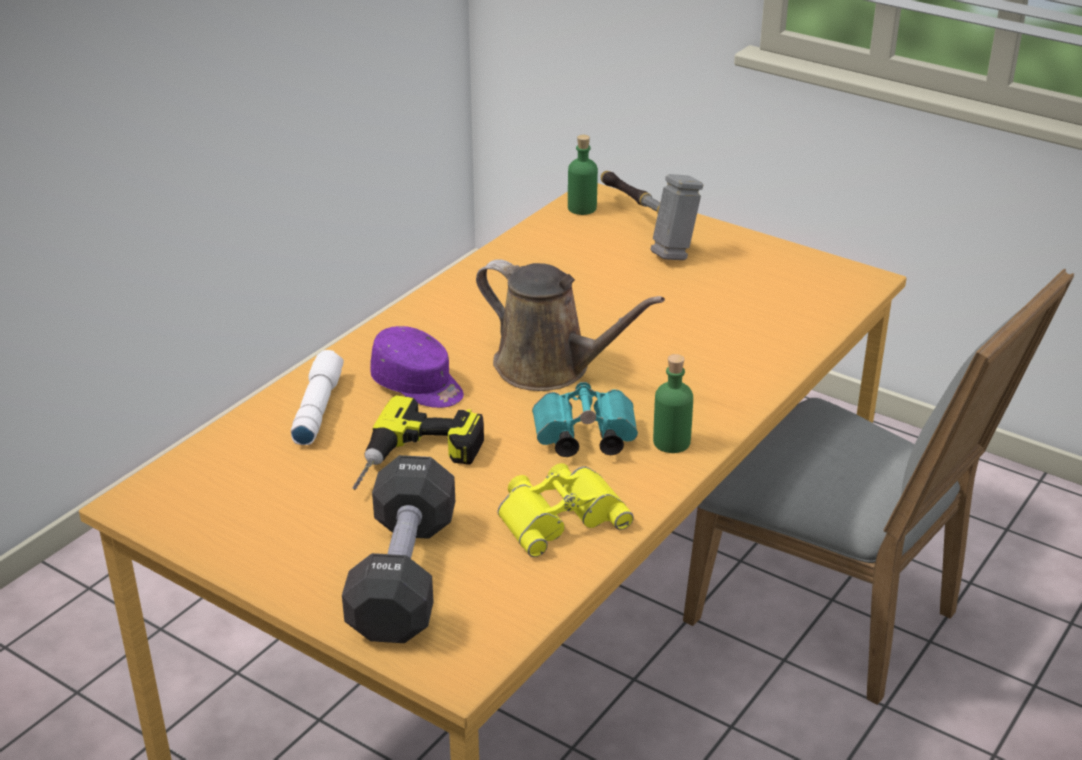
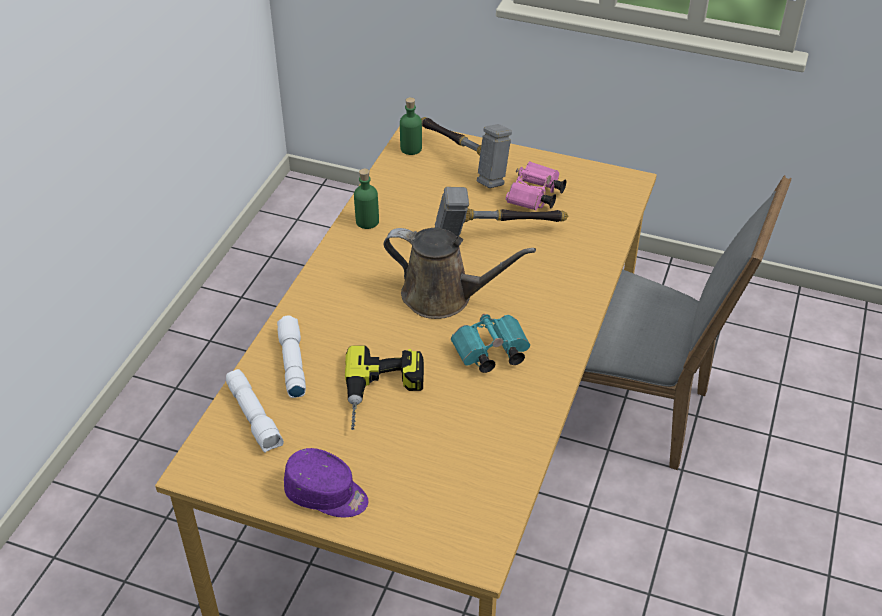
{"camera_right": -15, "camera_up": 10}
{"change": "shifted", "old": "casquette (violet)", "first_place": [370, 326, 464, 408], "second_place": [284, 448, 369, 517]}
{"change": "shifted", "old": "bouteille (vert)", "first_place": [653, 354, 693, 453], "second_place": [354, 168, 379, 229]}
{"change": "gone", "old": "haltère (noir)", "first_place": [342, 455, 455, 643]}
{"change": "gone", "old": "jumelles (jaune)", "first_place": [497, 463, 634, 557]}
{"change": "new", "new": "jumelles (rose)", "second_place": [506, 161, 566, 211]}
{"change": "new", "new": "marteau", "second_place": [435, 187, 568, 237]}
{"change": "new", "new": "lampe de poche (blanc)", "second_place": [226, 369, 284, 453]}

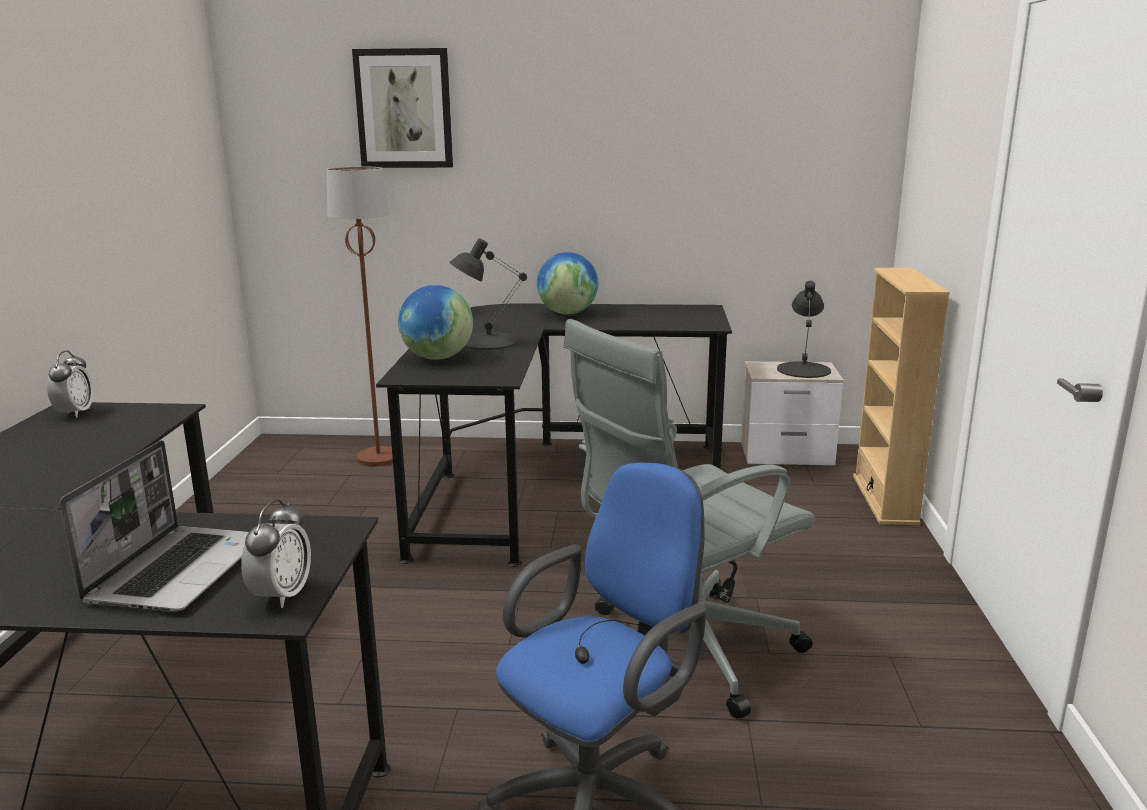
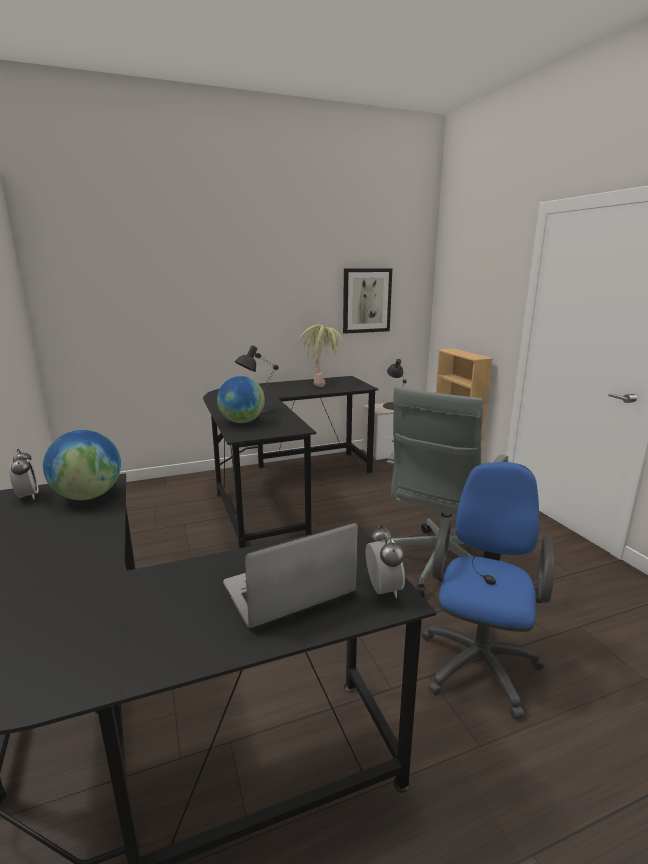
{"camera_right": -25, "camera_up": 0}
{"change": "shifted", "old": "tableau", "first_place": [352, 48, 453, 168], "second_place": [343, 268, 392, 334]}
{"change": "gone", "old": "lampadaire (marron)", "first_place": [327, 167, 393, 466]}
{"change": "shifted", "old": "globe", "first_place": [537, 252, 599, 315], "second_place": [43, 430, 121, 500]}
{"change": "rotated", "old": "ordinateur portable", "first_place": [59, 440, 249, 612], "second_place": [223, 523, 358, 628], "degrees": -105}
{"change": "new", "new": "plante en pot", "second_place": [299, 324, 344, 387]}

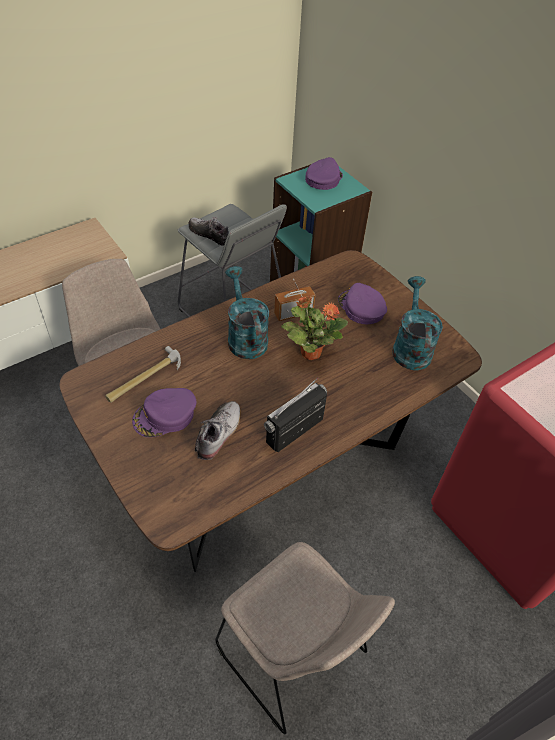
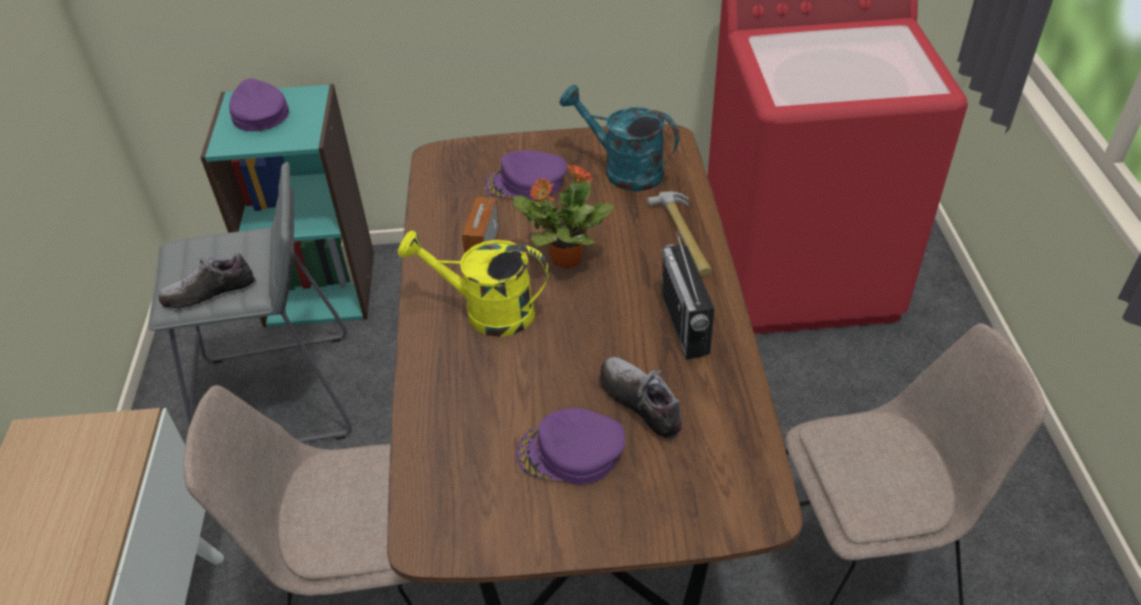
{"camera_right": -55, "camera_up": -5}
{"change": "repainted", "old": "arrosoir (turquoise)", "new": "arrosoir (jaune)", "first_place": [225, 266, 269, 359], "second_place": [398, 230, 549, 337]}
{"change": "shifted", "old": "marteau", "first_place": [105, 346, 181, 402], "second_place": [647, 191, 712, 276]}
{"change": "rotated", "old": "casquette (violet)", "first_place": [132, 388, 196, 437], "second_place": [516, 408, 625, 485], "degrees": 90}

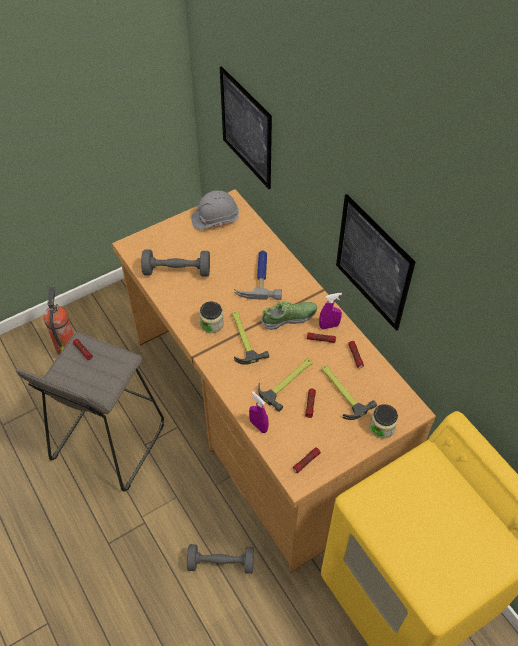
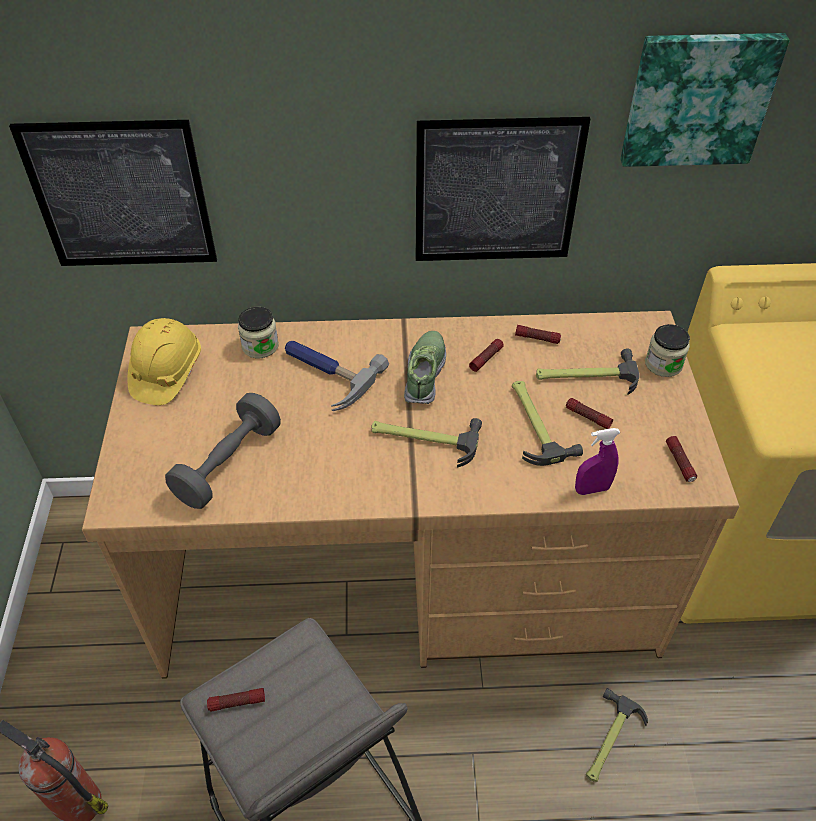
{"camera_right": -60, "camera_up": -5}
{"change": "repainted", "old": "casque de chantier (gris)", "new": "casque de chantier (jaune)", "first_place": [191, 190, 239, 230], "second_place": [128, 318, 201, 405]}
{"change": "gone", "old": "vaporisateur (violet)", "first_place": [319, 293, 342, 329]}
{"change": "shifted", "old": "bocal", "first_place": [199, 301, 224, 333], "second_place": [238, 307, 279, 358]}
{"change": "swapped", "old": "haltère (gris)", "new": "marteau", "first_place": [187, 544, 254, 574], "second_place": [586, 688, 648, 782]}
{"change": "new", "new": "tableau", "second_place": [620, 33, 790, 167]}

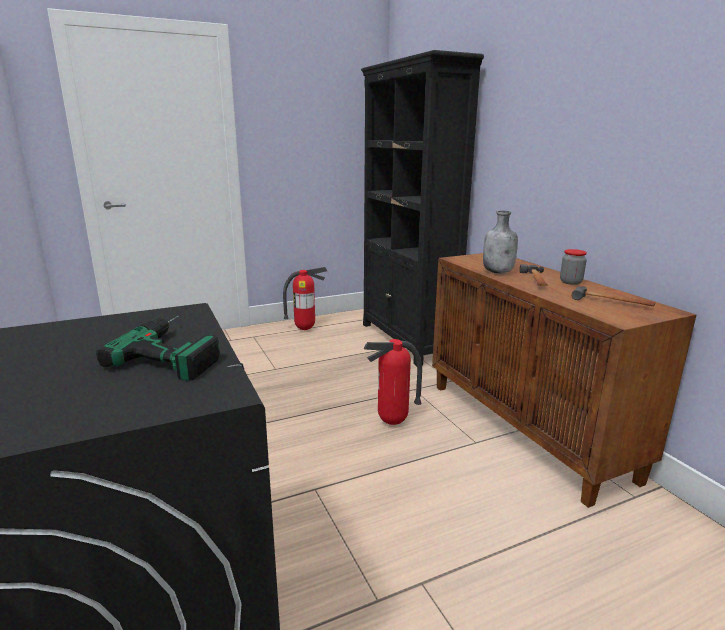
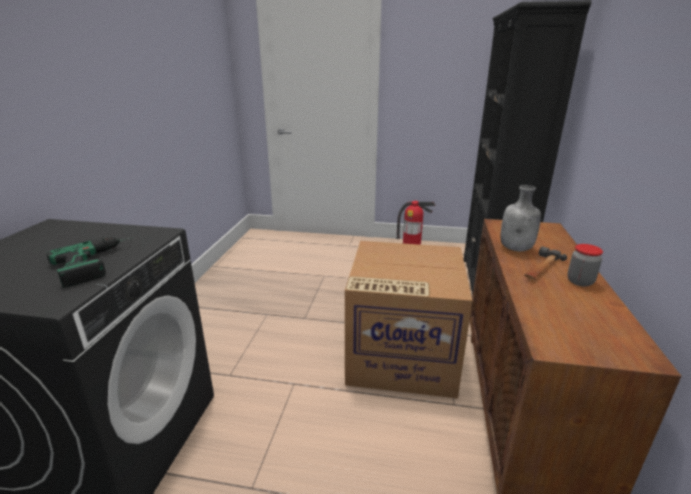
{"camera_right": 35, "camera_up": 5}
{"change": "gone", "old": "marteau", "first_place": [572, 286, 655, 306]}
{"change": "swapped", "old": "extincteur", "new": "carton", "first_place": [364, 339, 422, 425], "second_place": [345, 241, 472, 398]}

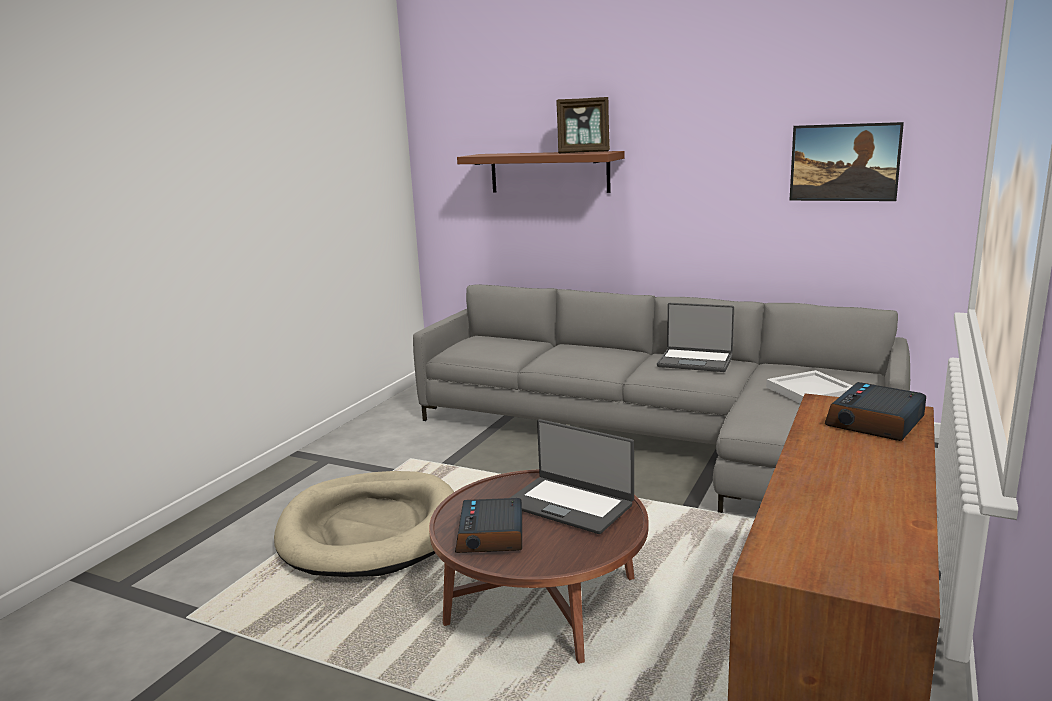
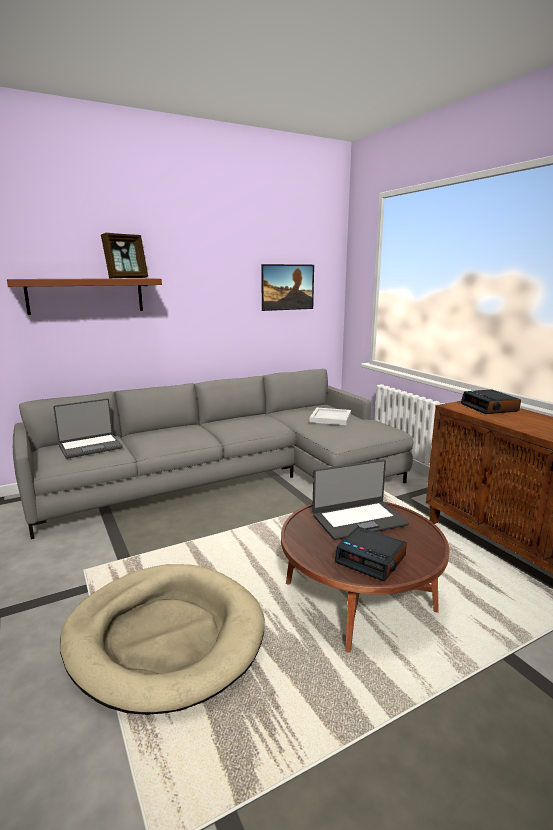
{"camera_right": -55, "camera_up": 0}
{"change": "shifted", "old": "ordinateur portable", "first_place": [657, 303, 734, 372], "second_place": [53, 398, 123, 459]}

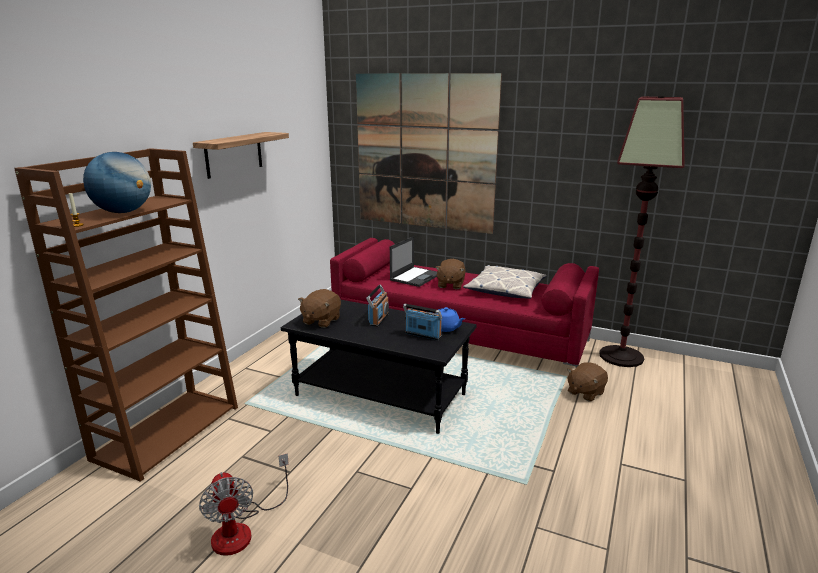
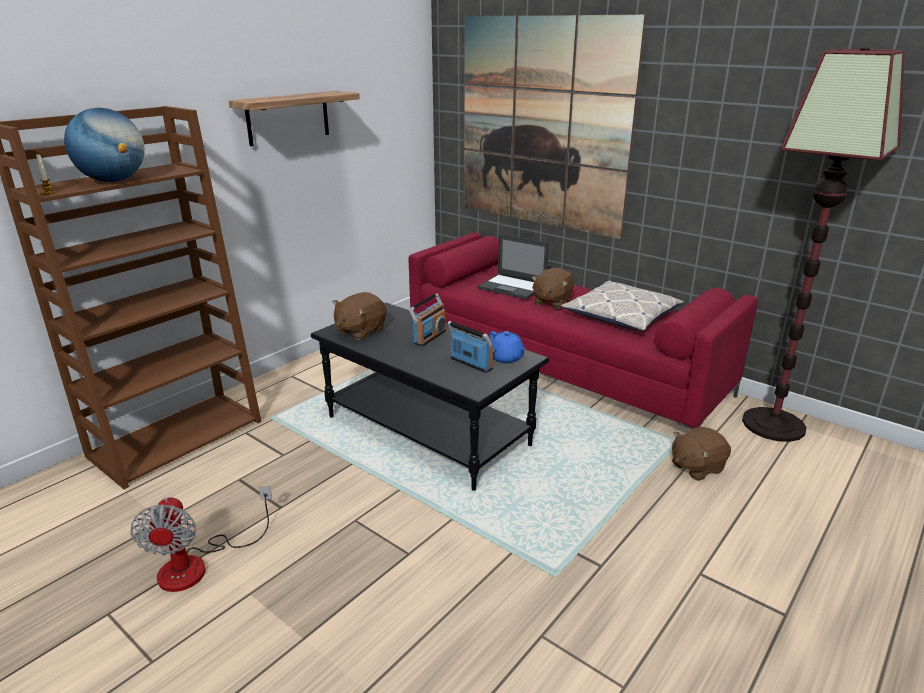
{"camera_right": 15, "camera_up": 5}
{"change": "rotated", "old": "ordinateur portable", "first_place": [390, 236, 437, 287], "second_place": [477, 234, 549, 299], "degrees": 75}

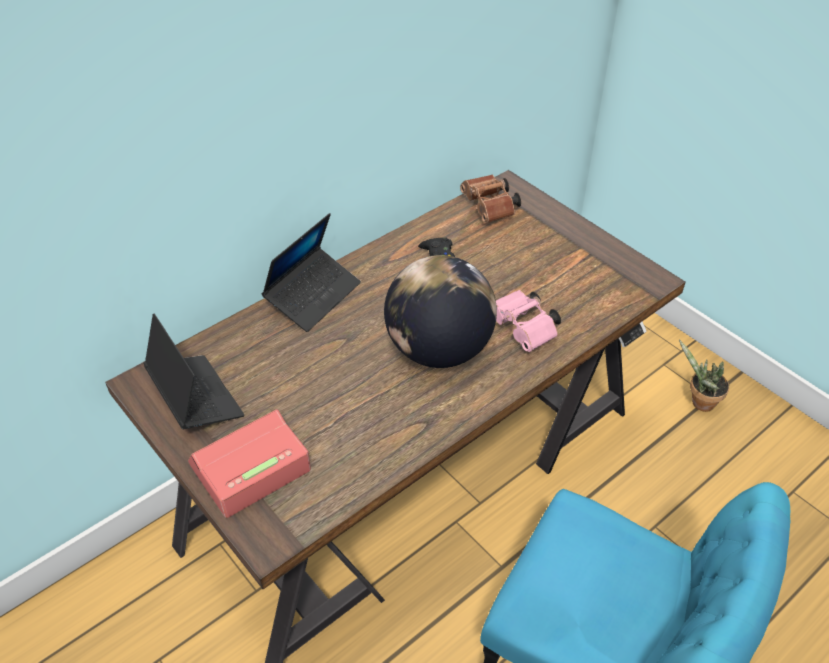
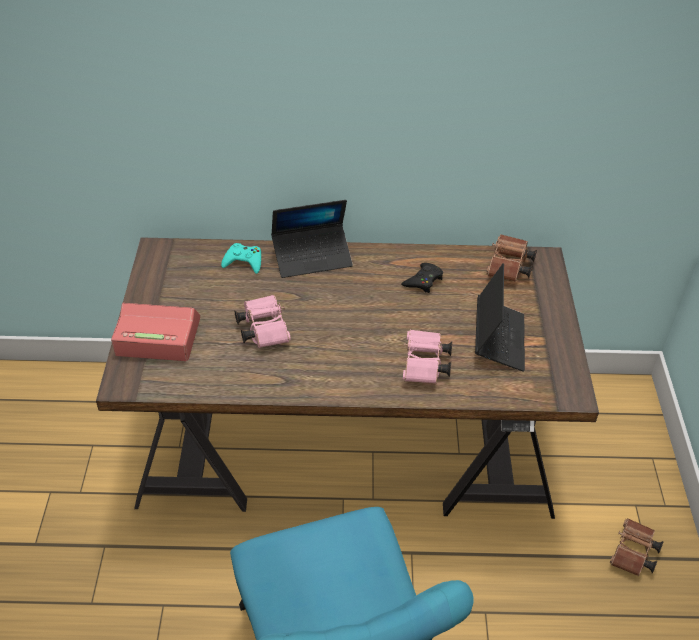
{"camera_right": 40, "camera_up": 0}
{"change": "gone", "old": "globe", "first_place": [384, 255, 497, 368]}
{"change": "shifted", "old": "ordinateur portable", "first_place": [144, 314, 244, 429], "second_place": [475, 263, 525, 372]}
{"change": "swapped", "old": "plante en pot", "new": "jumelles (marron)", "first_place": [679, 339, 729, 412], "second_place": [610, 518, 663, 576]}
{"change": "new", "new": "manette (turquoise)", "second_place": [221, 243, 261, 274]}
{"change": "new", "new": "jumelles (rose)", "second_place": [235, 295, 291, 348]}

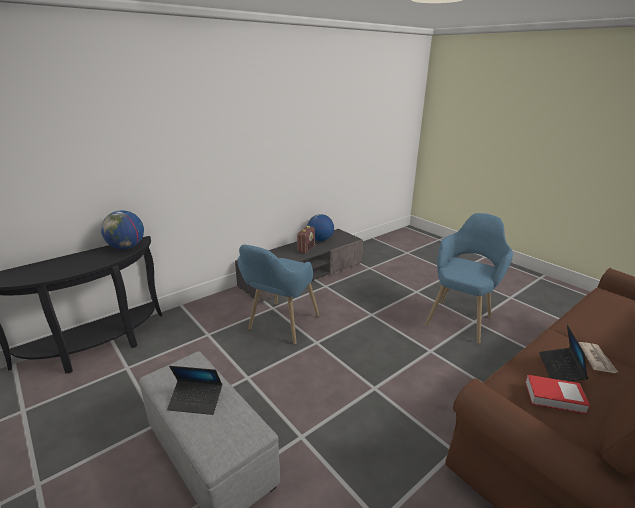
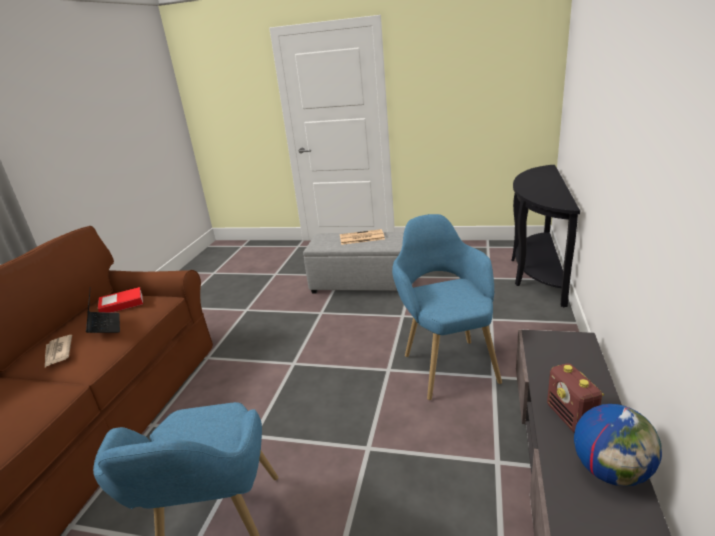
{"camera_right": 145, "camera_up": 0}
{"change": "gone", "old": "globe", "first_place": [101, 210, 144, 249]}
{"change": "swapped", "old": "ordinateur portable", "new": "journal", "first_place": [167, 366, 222, 415], "second_place": [340, 229, 385, 245]}

